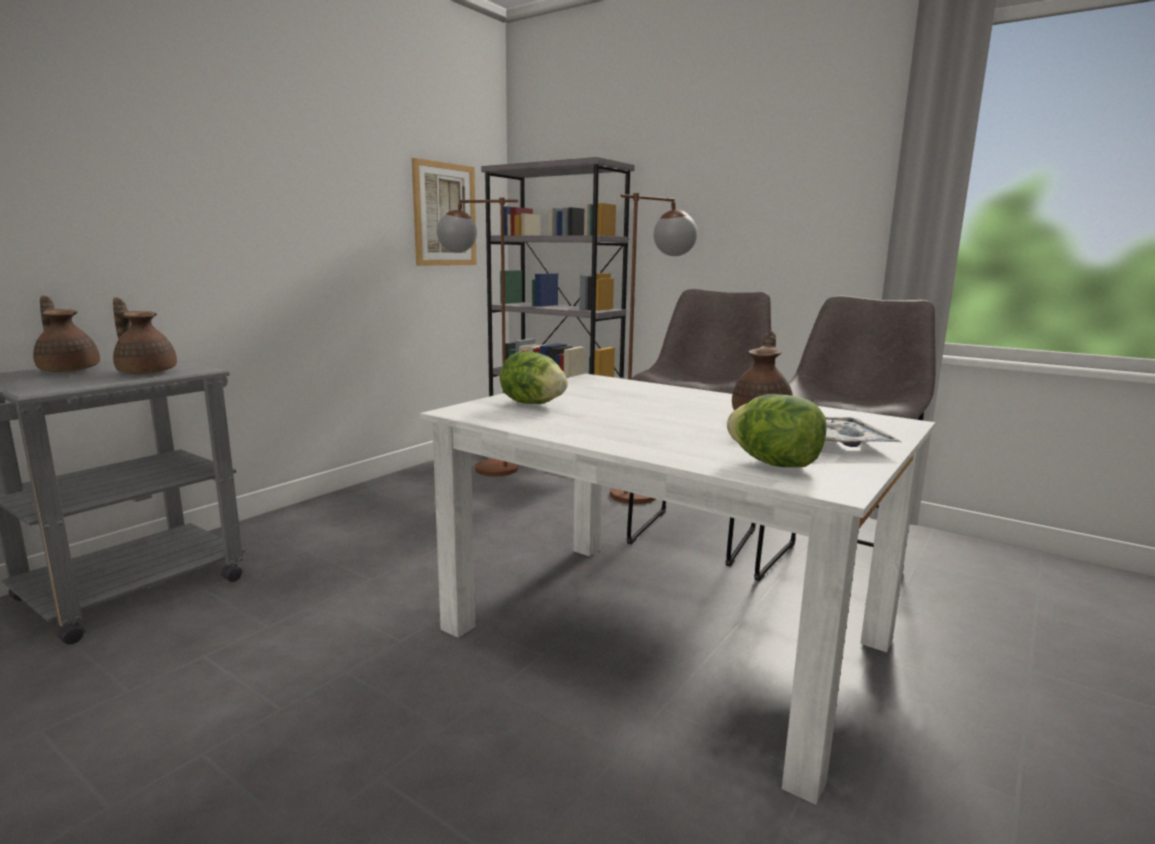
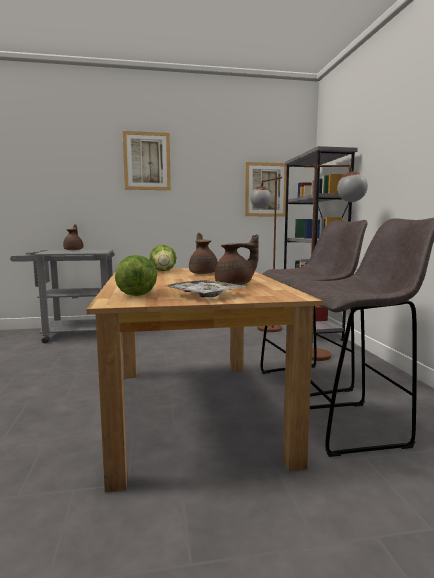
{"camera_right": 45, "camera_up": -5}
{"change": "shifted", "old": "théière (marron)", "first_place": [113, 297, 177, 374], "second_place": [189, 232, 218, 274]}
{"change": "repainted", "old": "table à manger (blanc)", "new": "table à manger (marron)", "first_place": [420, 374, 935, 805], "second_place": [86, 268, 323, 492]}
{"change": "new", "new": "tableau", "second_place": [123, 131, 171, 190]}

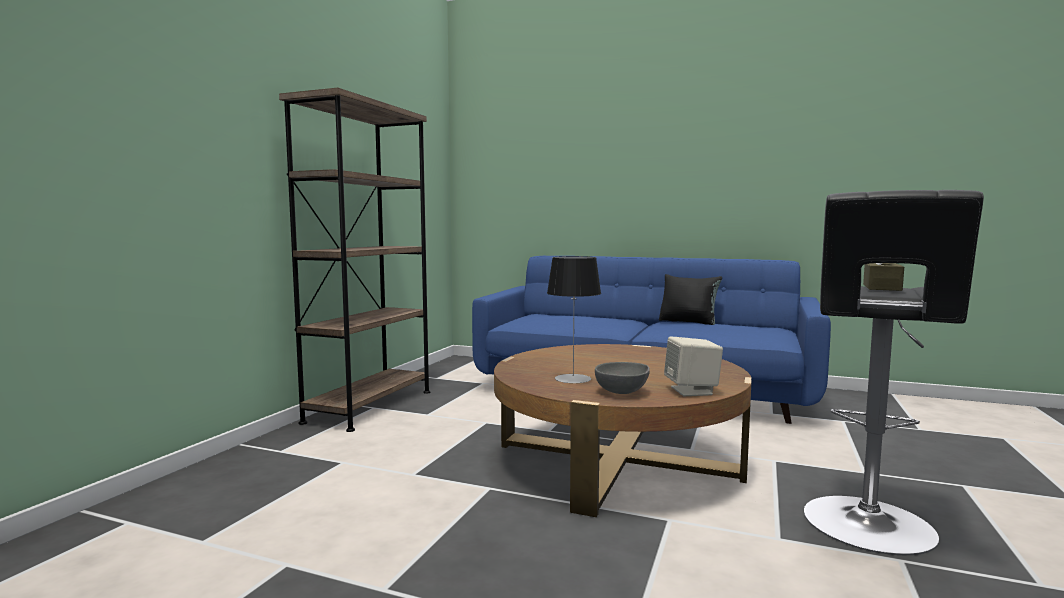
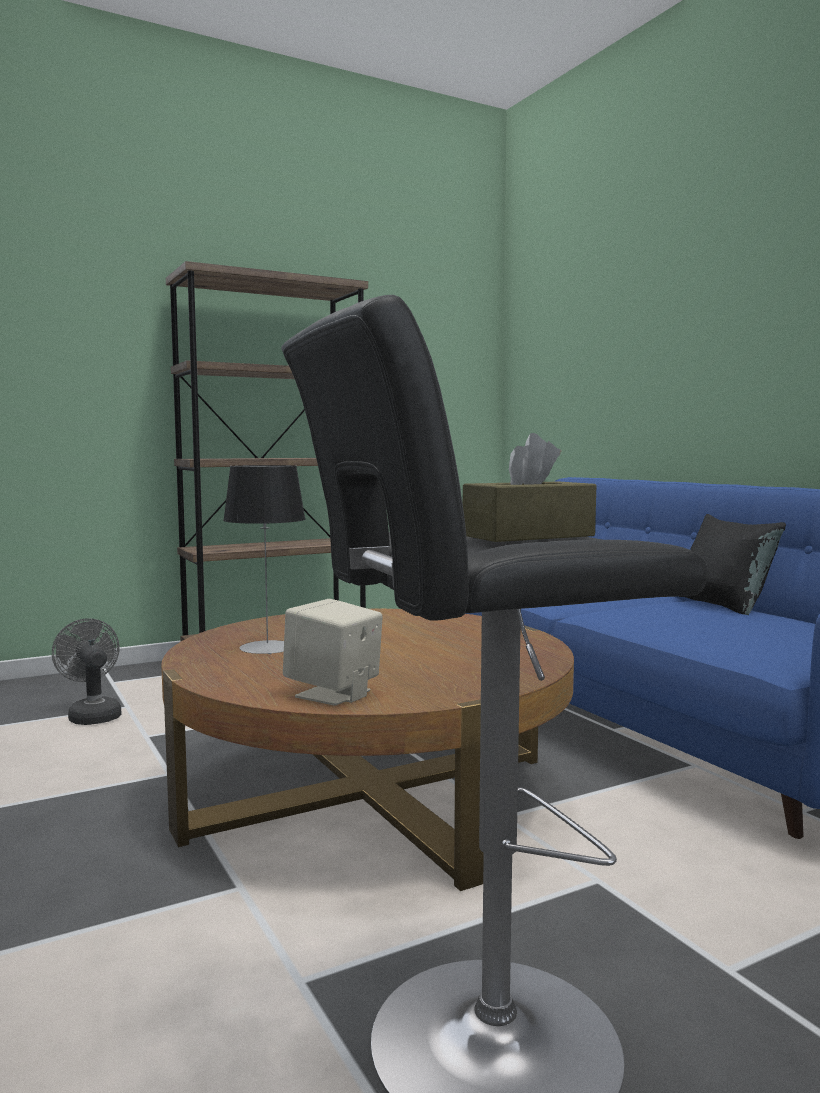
{"camera_right": 40, "camera_up": 0}
{"change": "gone", "old": "bol (gris)", "first_place": [595, 362, 650, 394]}
{"change": "new", "new": "ventilateur (gris)", "second_place": [52, 618, 121, 725]}

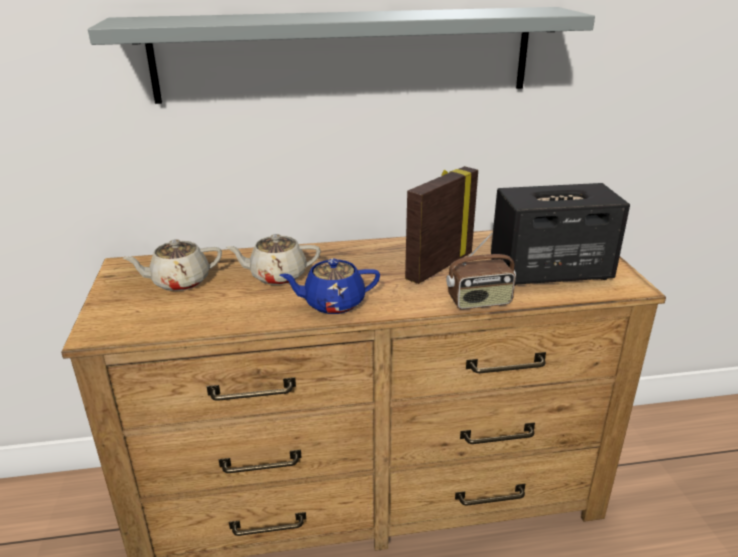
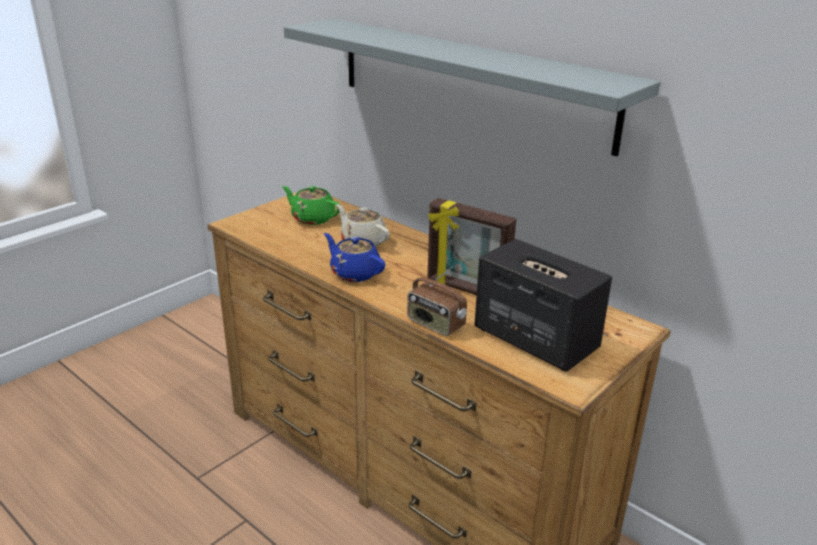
{"camera_right": 50, "camera_up": 0}
{"change": "rotated", "old": "cadre photo", "first_place": [405, 166, 478, 284], "second_place": [427, 198, 516, 295], "degrees": -150}
{"change": "repainted", "old": "théière (beige)", "new": "théière (vert)", "first_place": [123, 239, 222, 291], "second_place": [282, 186, 340, 225]}

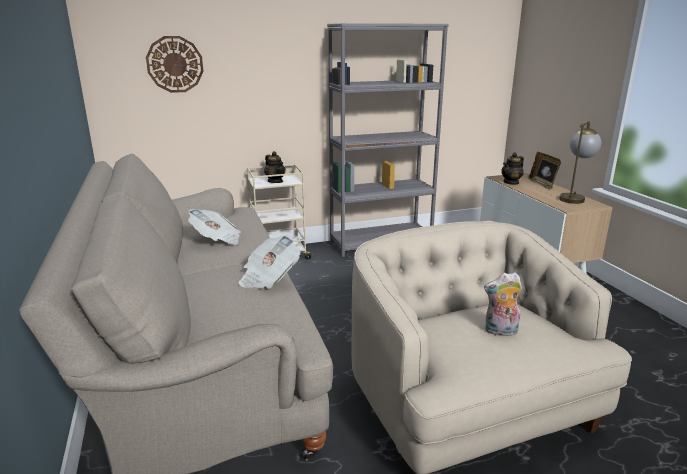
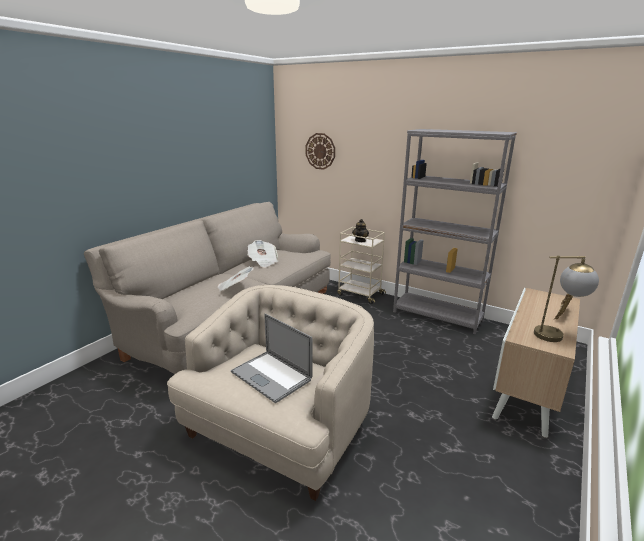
{"camera_right": 50, "camera_up": 0}
{"change": "gone", "old": "théière", "first_place": [501, 152, 524, 185]}
{"change": "swapped", "old": "peluche", "new": "ordinateur portable", "first_place": [484, 272, 522, 336], "second_place": [231, 313, 313, 403]}

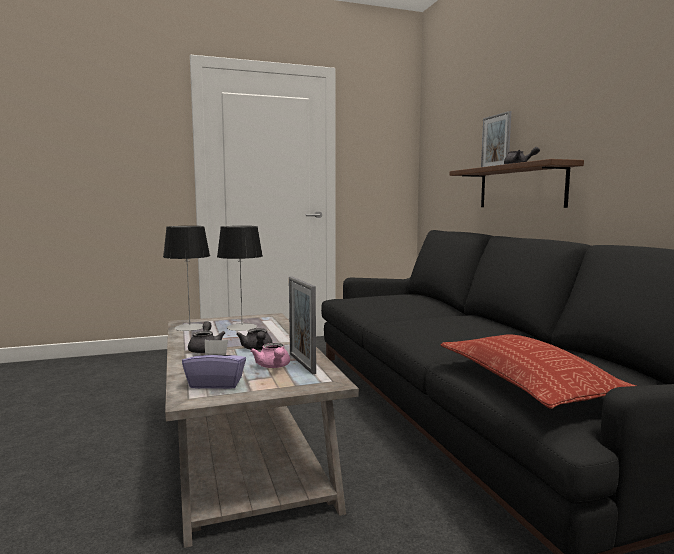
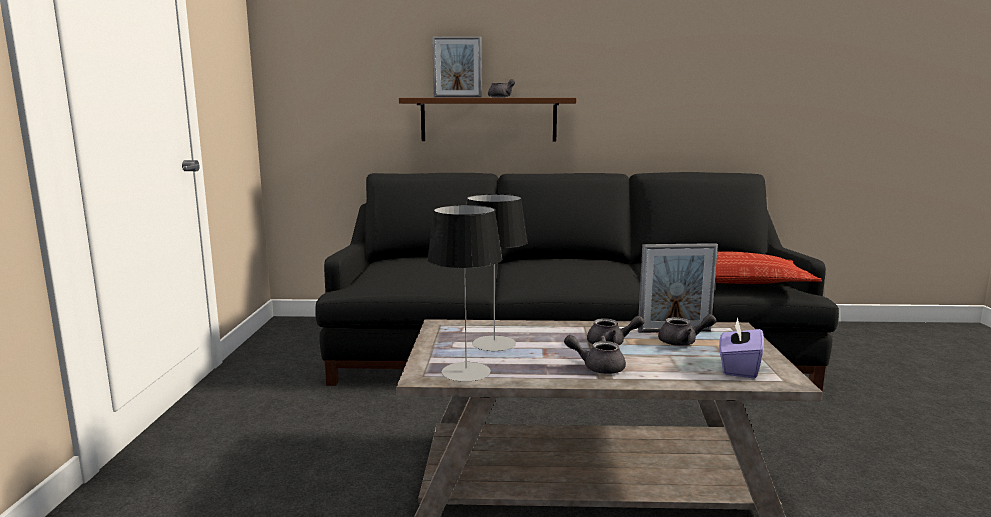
{"camera_right": -70, "camera_up": 5}
{"change": "repainted", "old": "théière (rose)", "new": "théière (gris)", "first_place": [250, 343, 290, 368], "second_place": [658, 314, 717, 346]}

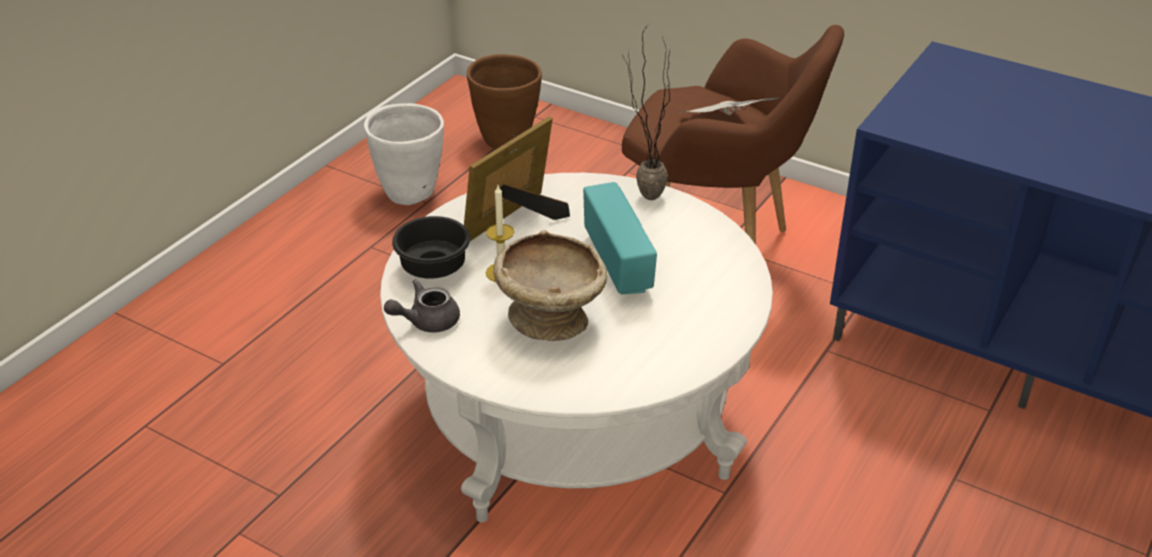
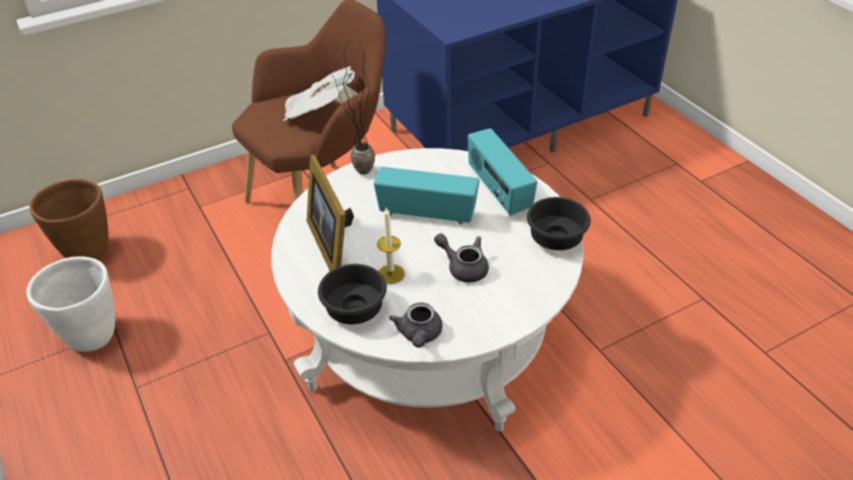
{"camera_right": -60, "camera_up": 5}
{"change": "swapped", "old": "bol (beige)", "new": "théière (gris)", "first_place": [493, 230, 607, 341], "second_place": [434, 233, 489, 282]}
{"change": "new", "new": "radio", "second_place": [468, 128, 537, 216]}
{"change": "new", "new": "bol (noir)", "second_place": [527, 197, 591, 250]}

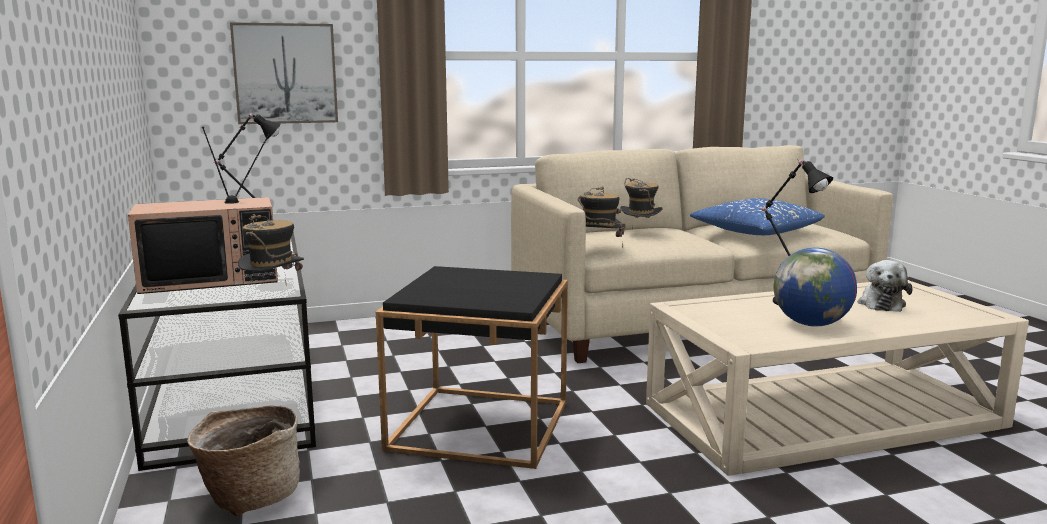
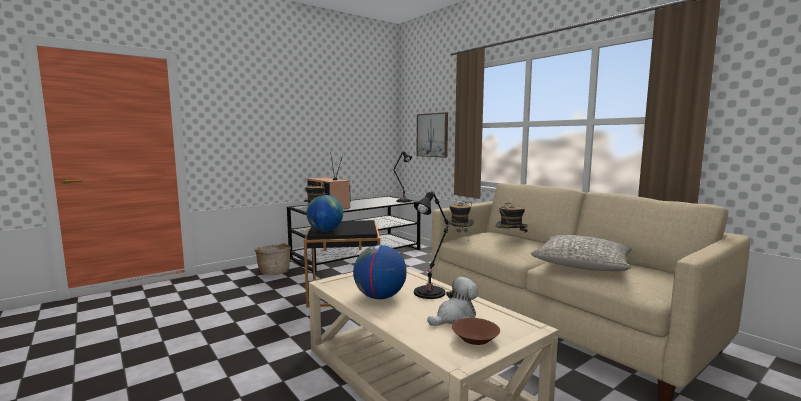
{"camera_right": 70, "camera_up": -5}
{"change": "repainted", "old": "coussin (bleu)", "new": "coussin (gris)", "first_place": [690, 198, 825, 235], "second_place": [531, 235, 632, 271]}
{"change": "rotated", "old": "peluche", "first_place": [857, 260, 913, 312], "second_place": [427, 277, 478, 326], "degrees": 150}
{"change": "new", "new": "globe", "second_place": [306, 195, 343, 232]}
{"change": "new", "new": "bol (marron)", "second_place": [452, 318, 500, 345]}

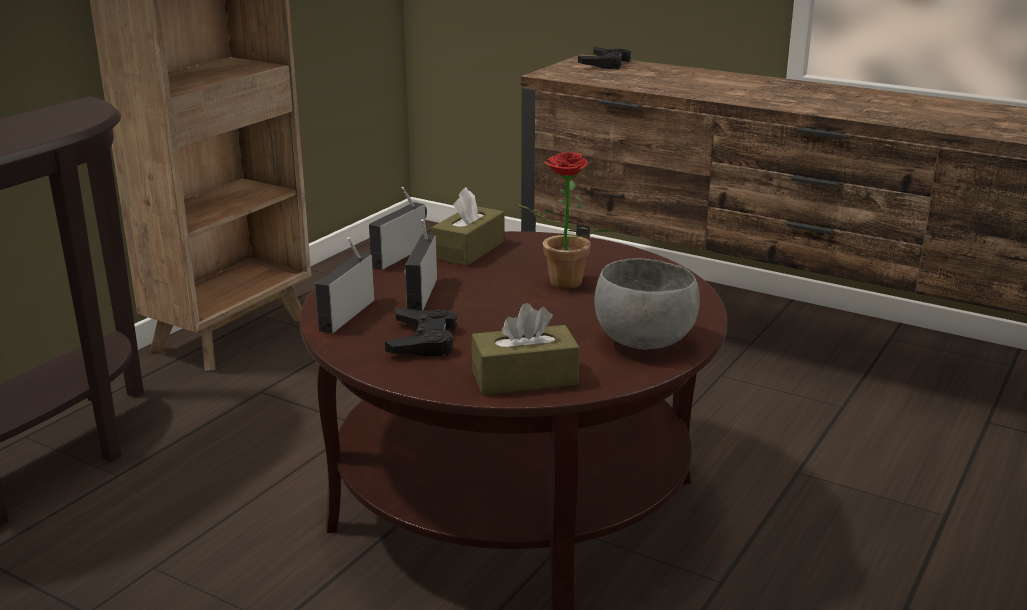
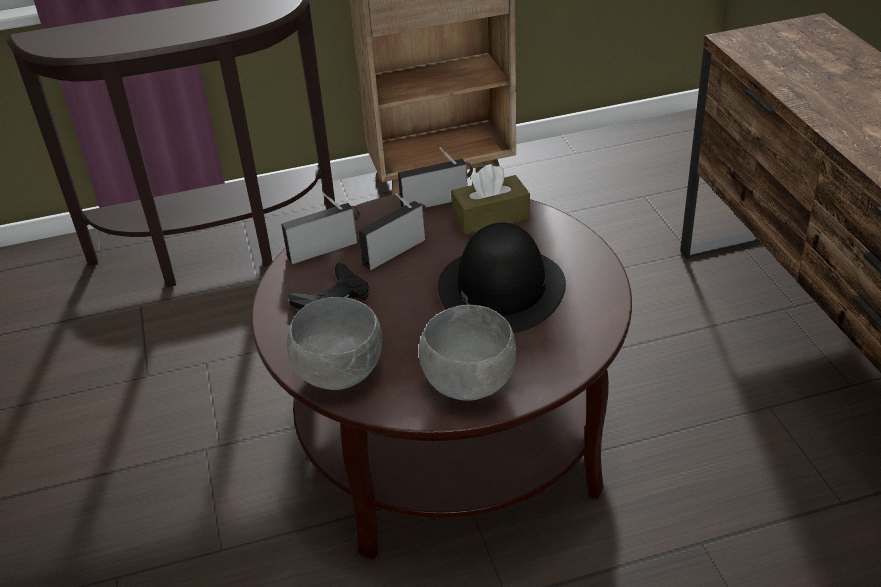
{"camera_right": 45, "camera_up": 15}
{"change": "gone", "old": "manette (noir)", "first_place": [578, 46, 631, 70]}
{"change": "swapped", "old": "plante en pot", "new": "chapeau (noir)", "first_place": [516, 152, 614, 289], "second_place": [438, 223, 566, 333]}
{"change": "swapped", "old": "boîte à mouchoirs (marron)", "new": "bol (gris)", "first_place": [472, 303, 580, 395], "second_place": [287, 297, 382, 390]}

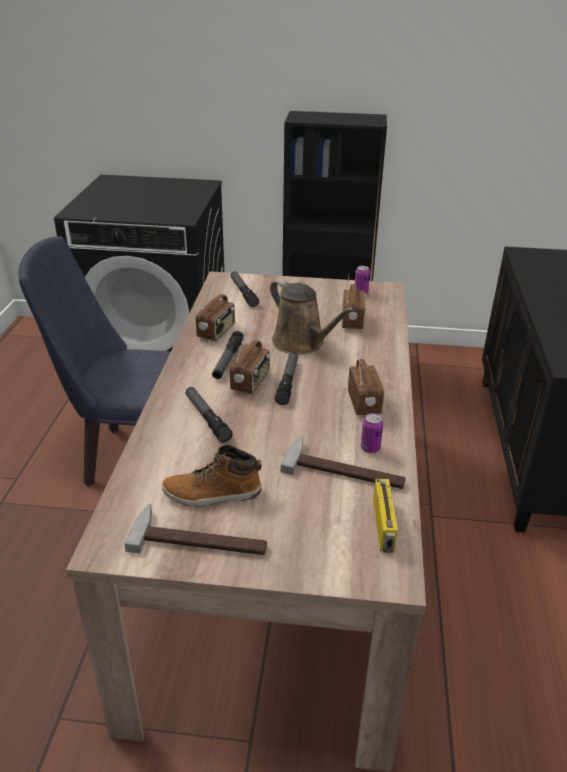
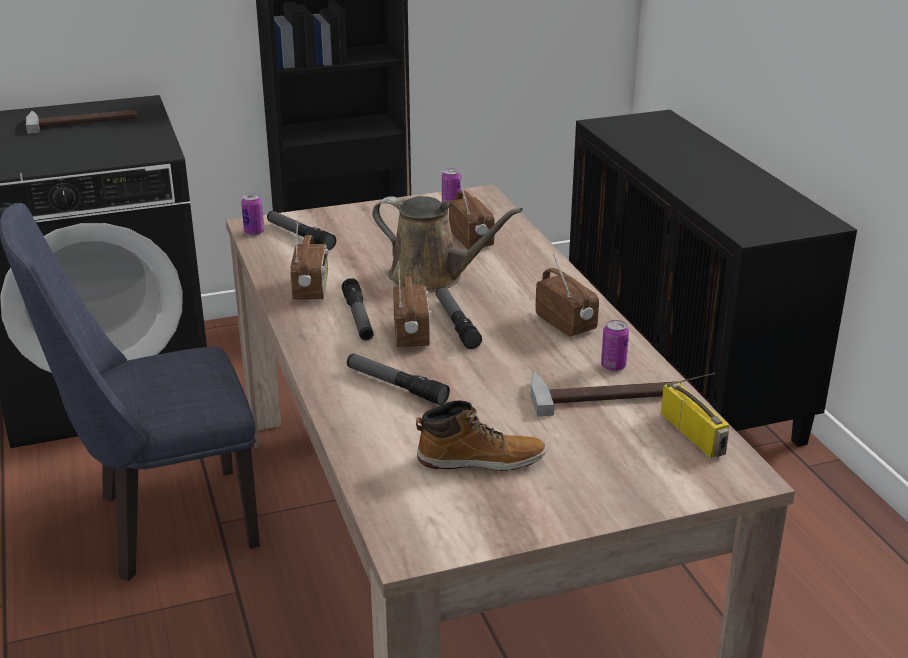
{"camera_right": -25, "camera_up": -5}
{"change": "rotated", "old": "botte", "first_place": [162, 445, 262, 507], "second_place": [416, 400, 547, 471], "degrees": -150}
{"change": "shifted", "old": "marteau", "first_place": [125, 504, 267, 555], "second_place": [26, 110, 137, 134]}
{"change": "new", "new": "boîte métallique", "second_place": [241, 194, 264, 235]}

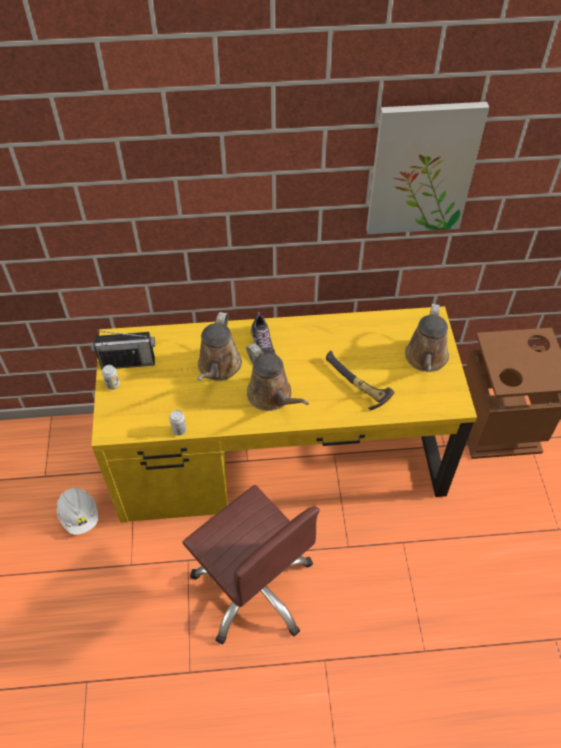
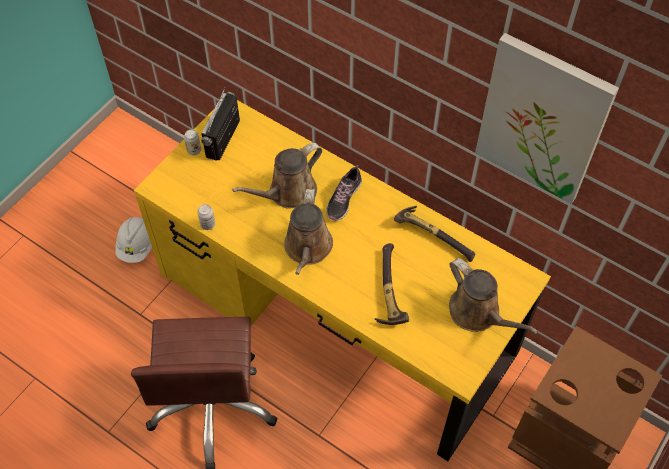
{"camera_right": 40, "camera_up": 5}
{"change": "rotated", "old": "arrosoir (marron)", "first_place": [405, 304, 449, 372], "second_place": [449, 258, 538, 334], "degrees": -90}
{"change": "rotated", "old": "radio", "first_place": [91, 330, 155, 370], "second_place": [201, 86, 240, 160], "degrees": 75}
{"change": "new", "new": "marteau", "second_place": [394, 206, 475, 262]}

